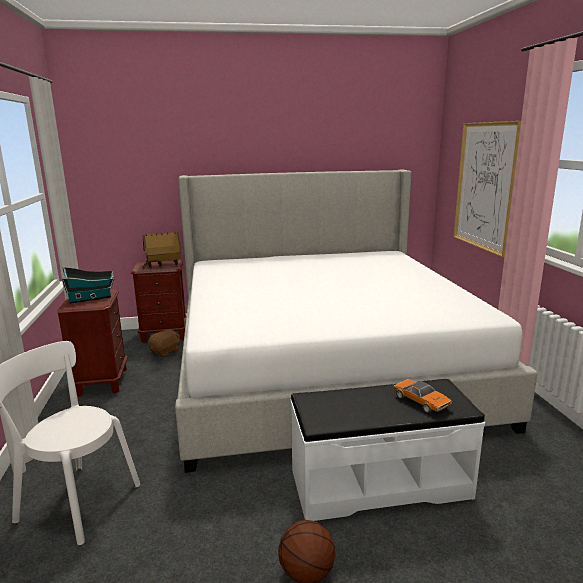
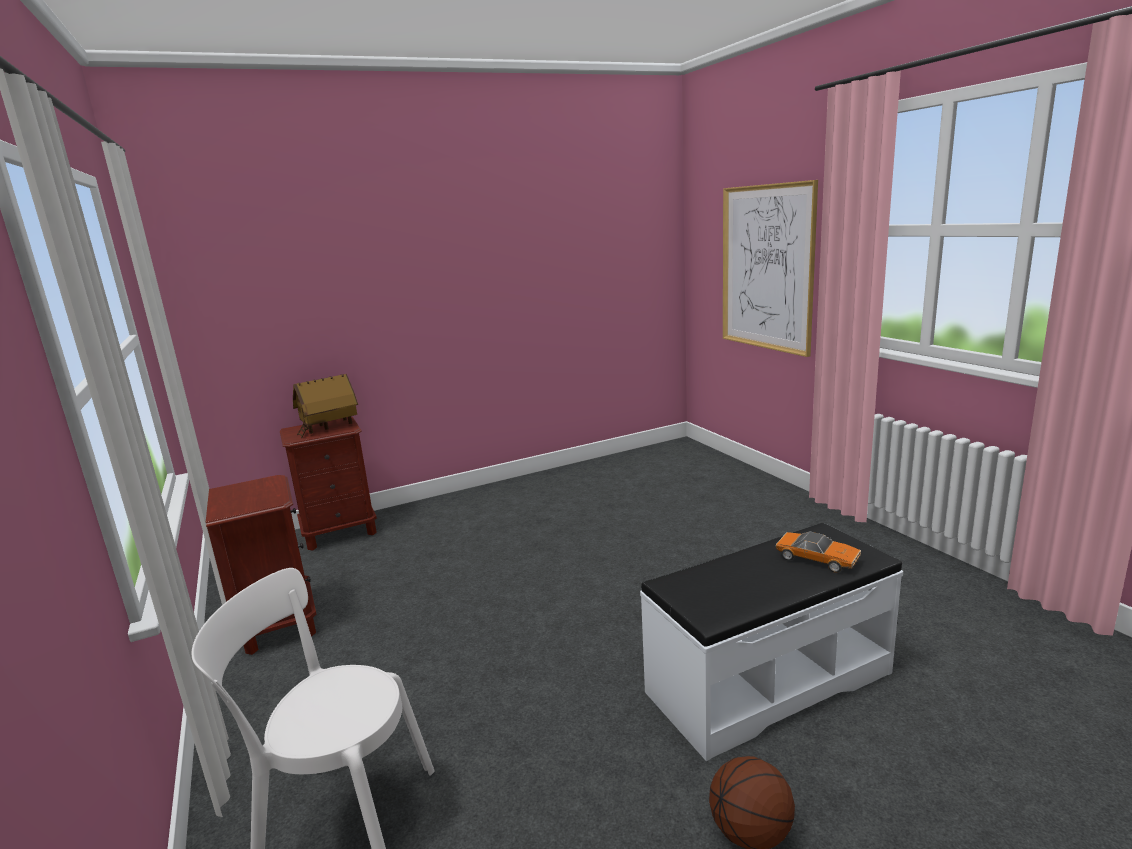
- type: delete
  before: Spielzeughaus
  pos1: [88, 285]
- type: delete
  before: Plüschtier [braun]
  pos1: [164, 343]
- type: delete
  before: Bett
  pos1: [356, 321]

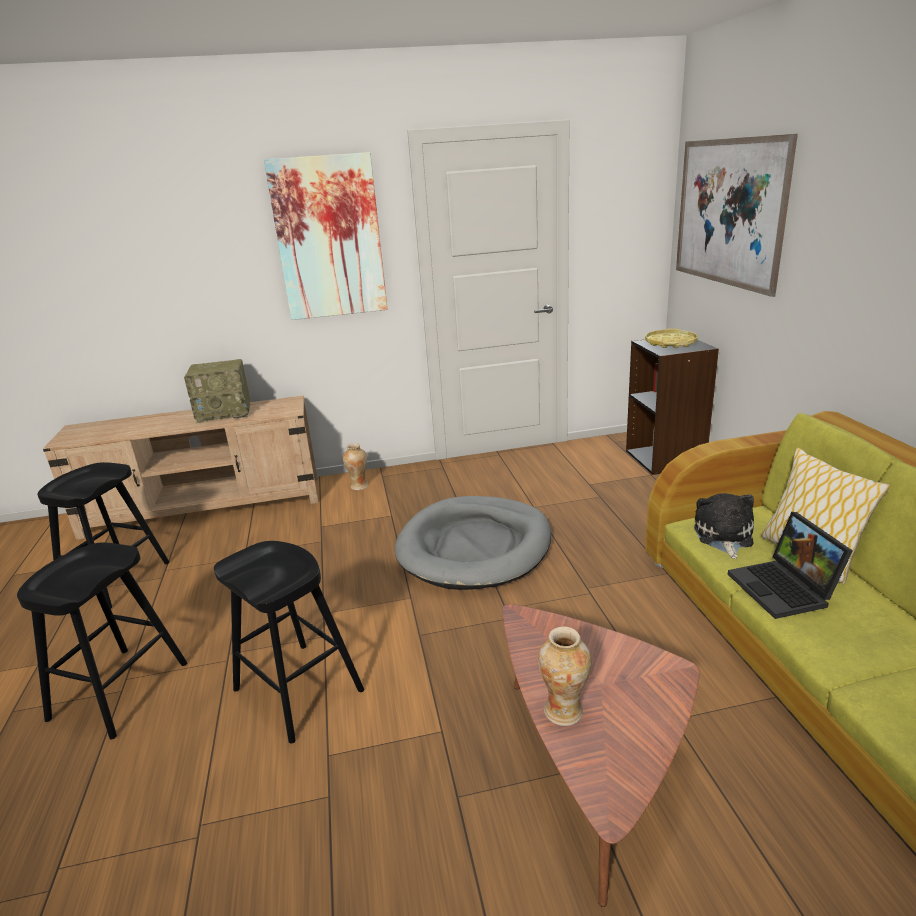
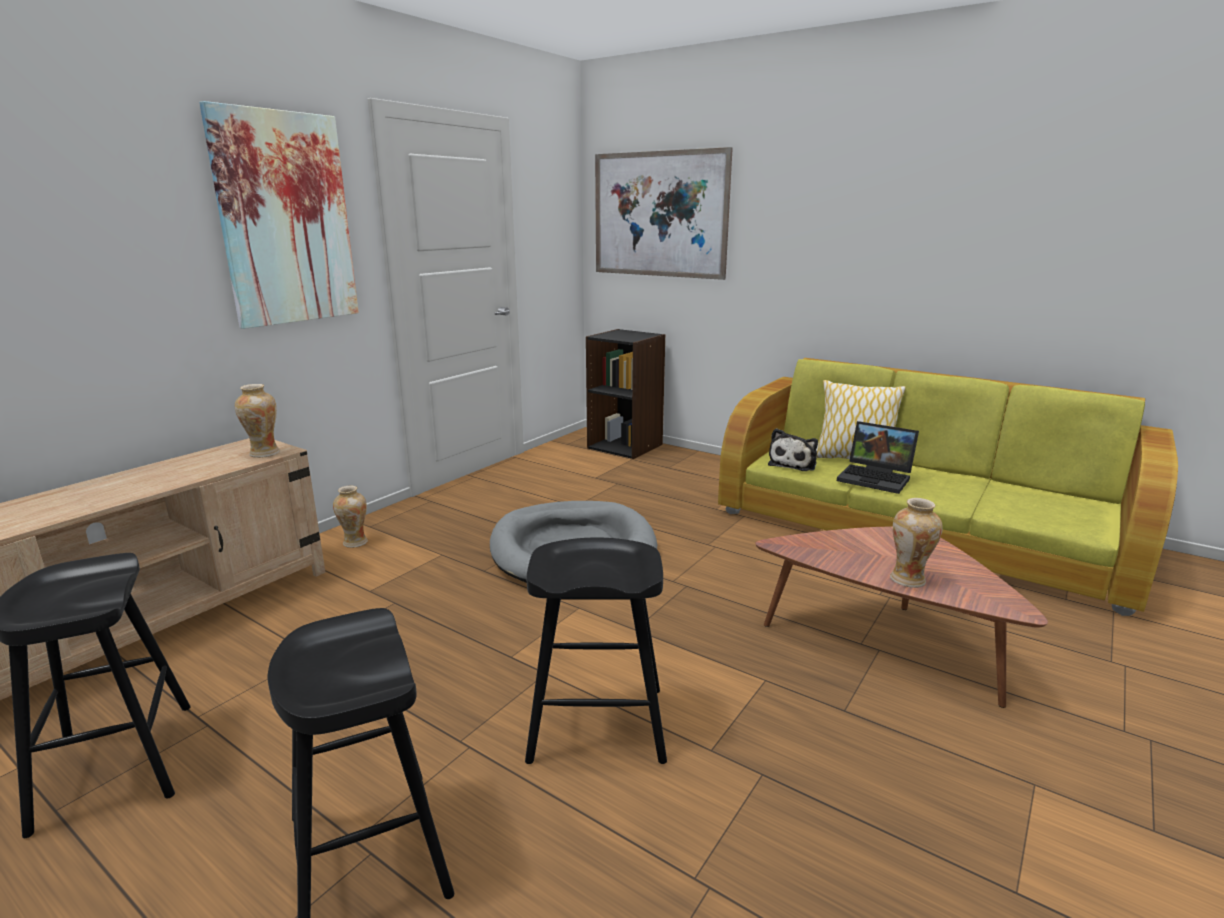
- type: insert
  after: Vase
  pos2: [257, 421]
- type: rotate
  before: Plüschtier
  pos1: [724, 526]
  pos2: [793, 449]
  turn: -120
- type: delete
  before: Radio
  pos1: [217, 391]
- type: delete
  before: Tablett [gelb]
  pos1: [671, 338]

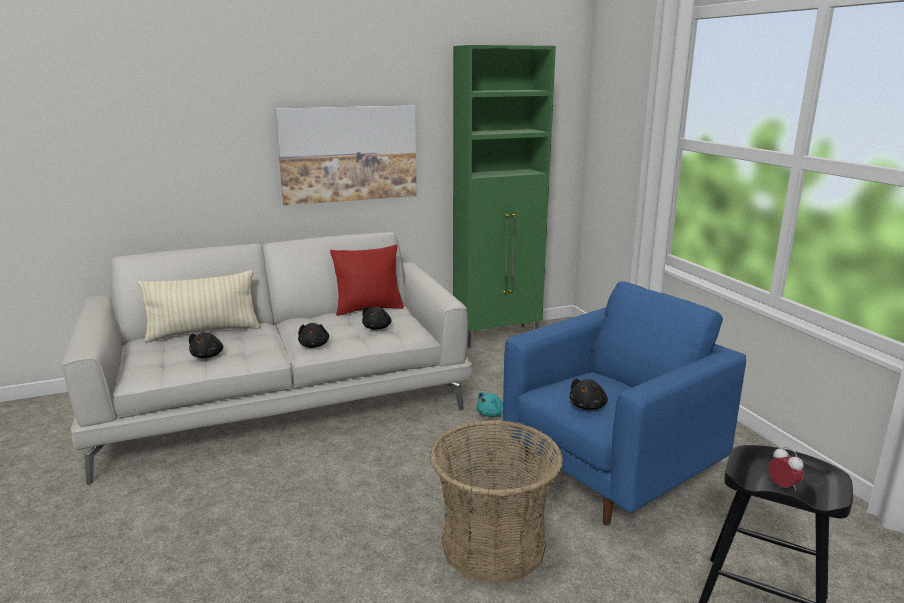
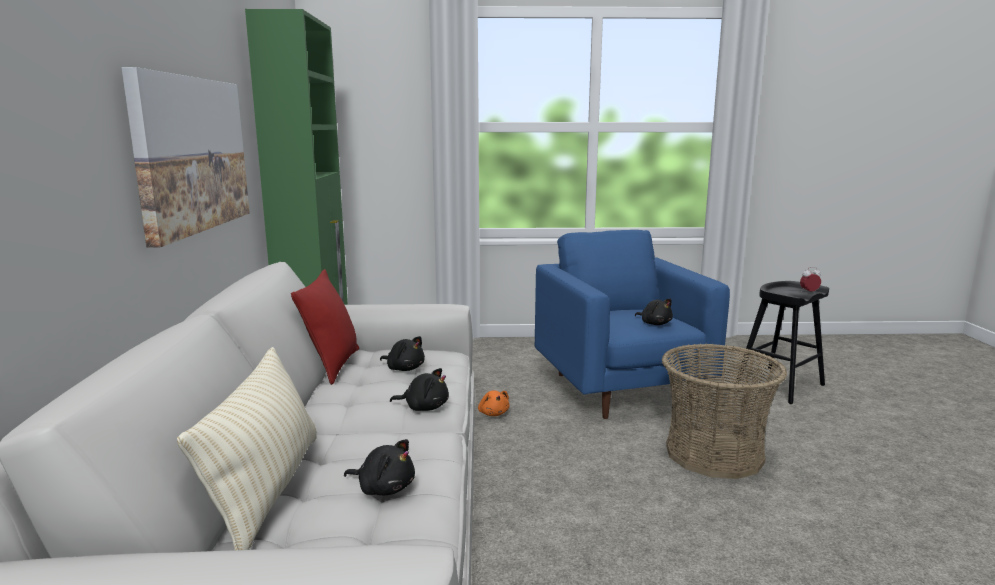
- type: recolor
  before: Plüschtier [türkis]
  after: Plüschtier [orange]
  pos1: [489, 404]
  pos2: [493, 403]

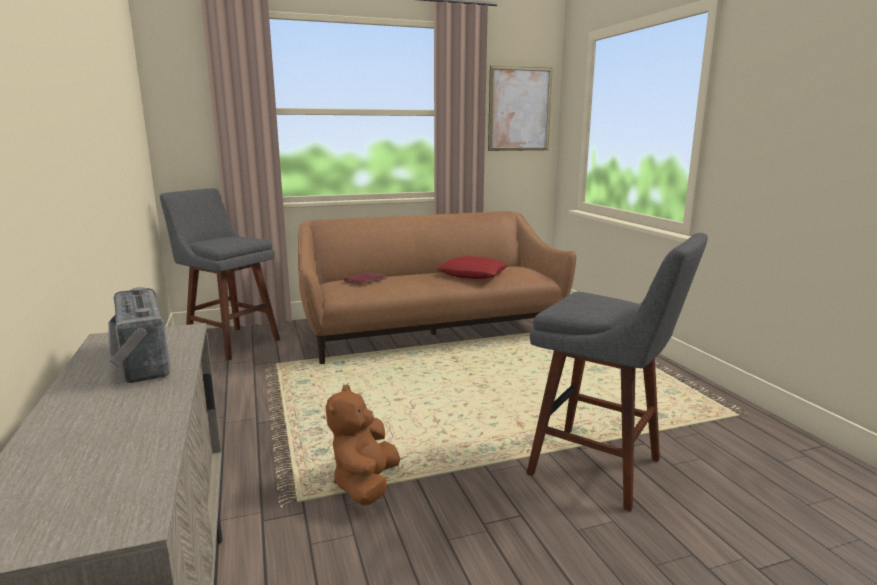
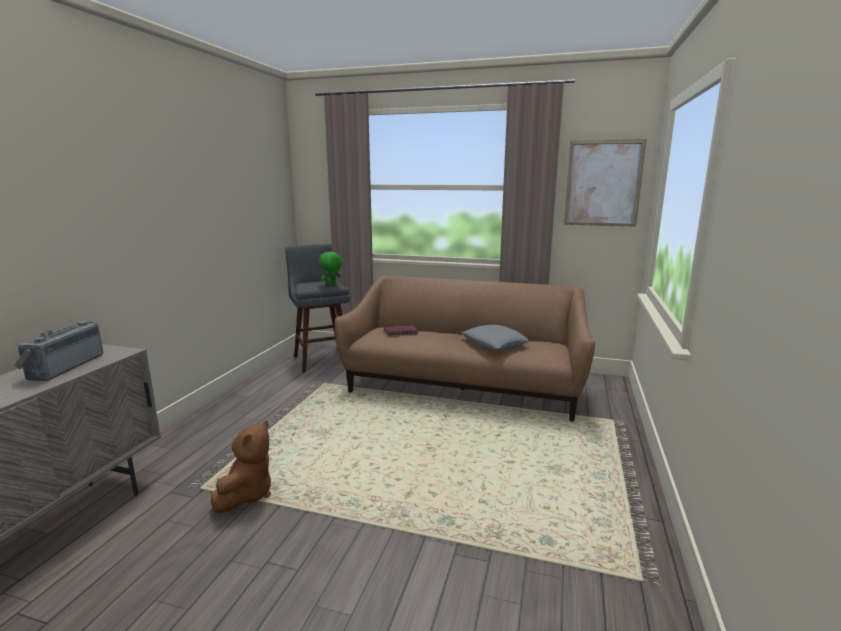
- type: rotate
  before: Plüschtier [braun]
  pos1: [363, 444]
  pos2: [241, 466]
  turn: 150
- type: insert
  after: Plüschtier [grün]
  pos2: [330, 269]
- type: recolor
  before: Kissen [rot]
  after: Kissen [grau]
  pos1: [472, 267]
  pos2: [495, 337]
- type: delete
  before: Hocker [grau]
  pos1: [617, 372]

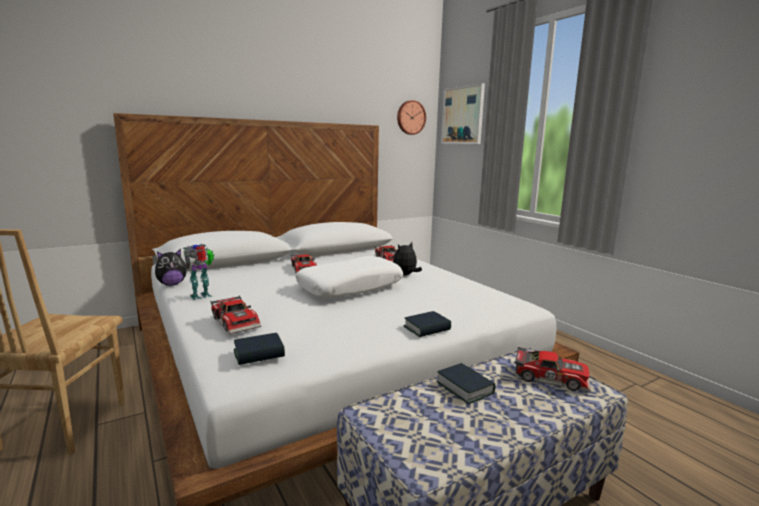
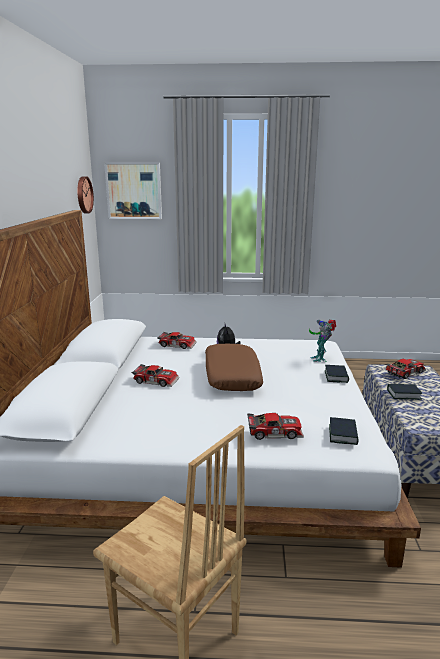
- type: recolor
  before: Kissen [weiß]
  after: Kissen [braun]
  pos1: [349, 277]
  pos2: [234, 367]
- type: move
  before: Spielzeugroboter
  pos1: [198, 272]
  pos2: [322, 340]
- type: delete
  before: Plüschtier
  pos1: [171, 267]

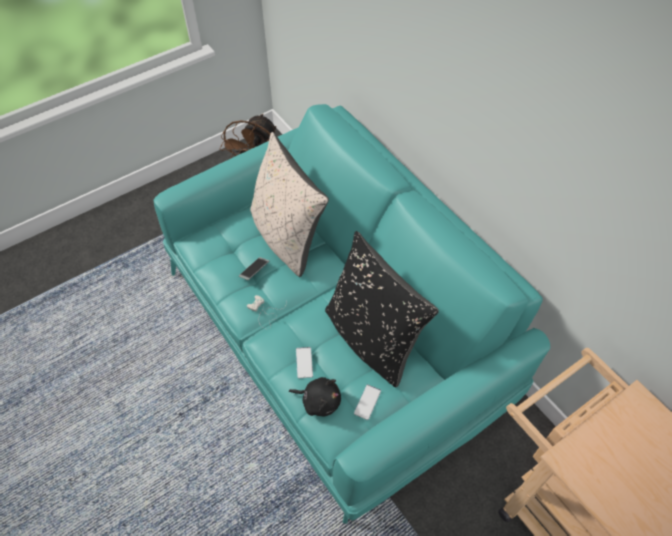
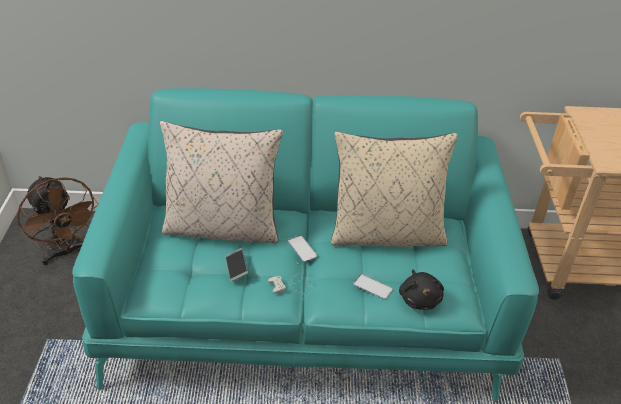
- type: move
  before: Handy
  pos1: [367, 402]
  pos2: [303, 248]
- type: recolor
  before: Kissen [schwarz]
  after: Kissen [beige]
  pos1: [382, 309]
  pos2: [394, 189]
- type: rotate
  before: Plüschtier [schwarz]
  pos1: [315, 396]
  pos2: [421, 290]
  turn: 120

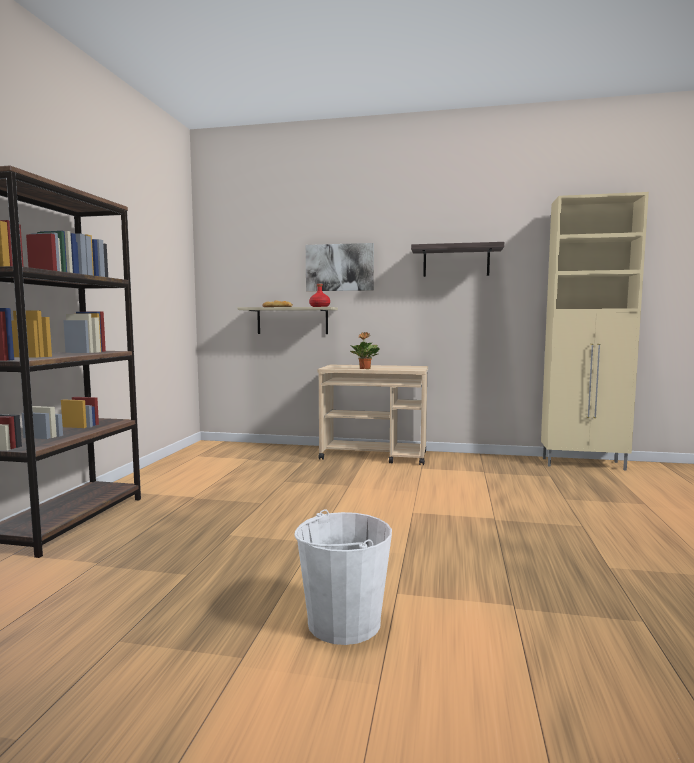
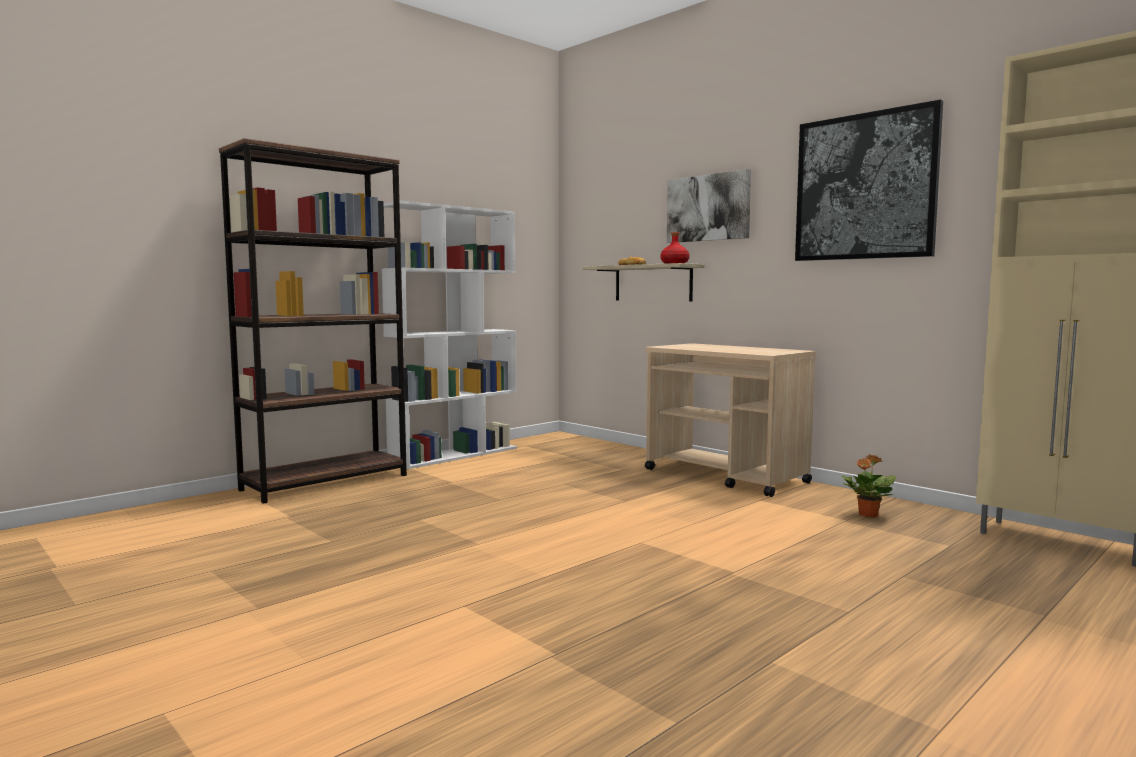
- type: insert
  after: Bücherregal [weiß]
  pos2: [449, 335]
- type: replace
  before: Wandregal
  after: Bild
  pos1: [457, 259]
  pos2: [869, 180]
- type: move
  before: Topfpflanze
  pos1: [364, 350]
  pos2: [868, 486]
- type: delete
  before: Eimer [weiß]
  pos1: [343, 577]

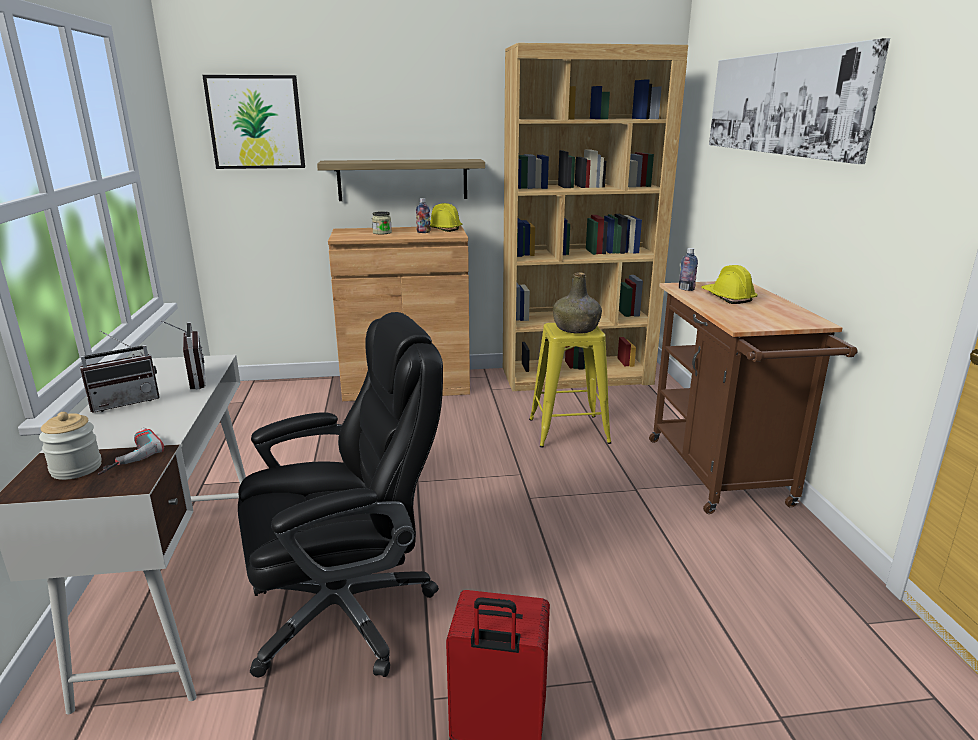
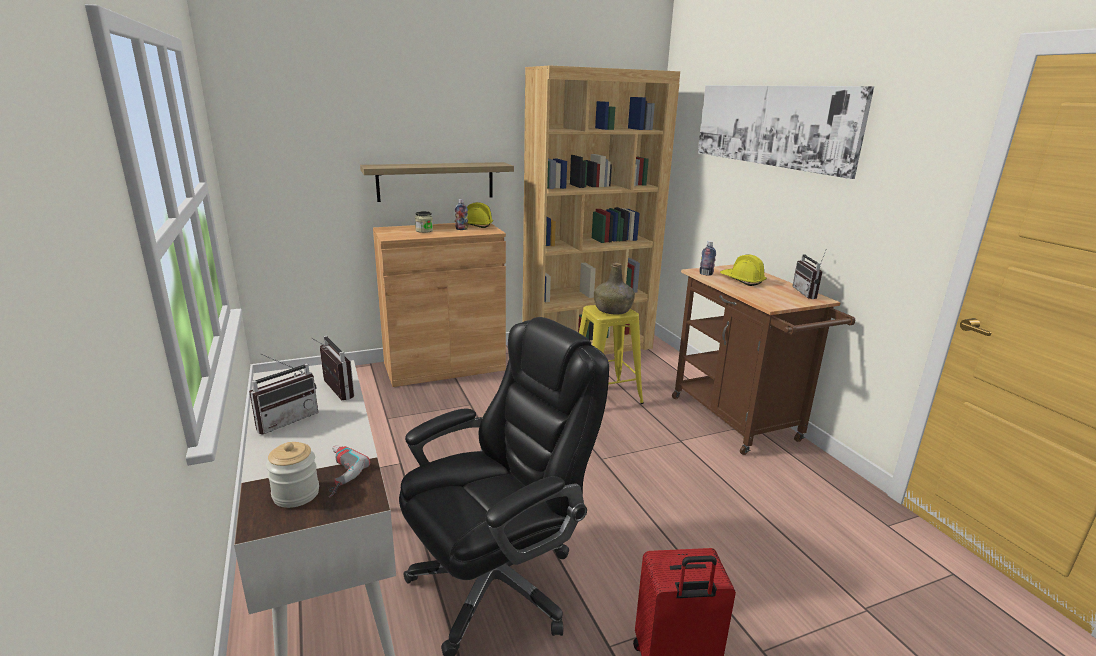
- type: insert
  after: Radio
  pos2: [809, 274]
- type: delete
  before: Bild
  pos1: [253, 122]

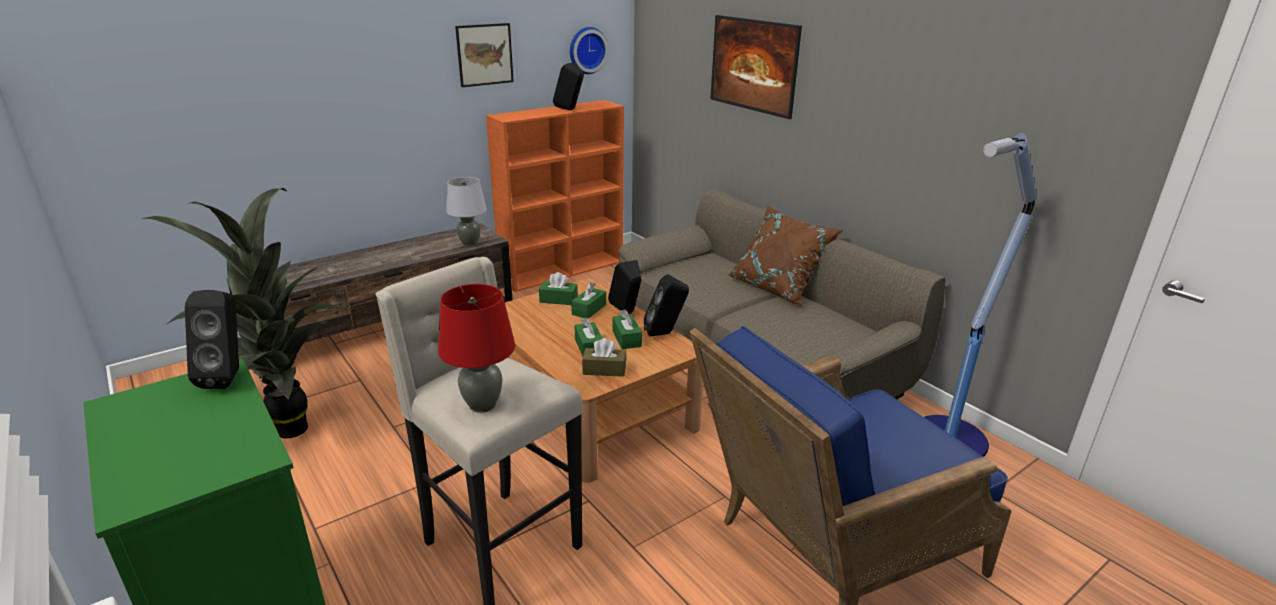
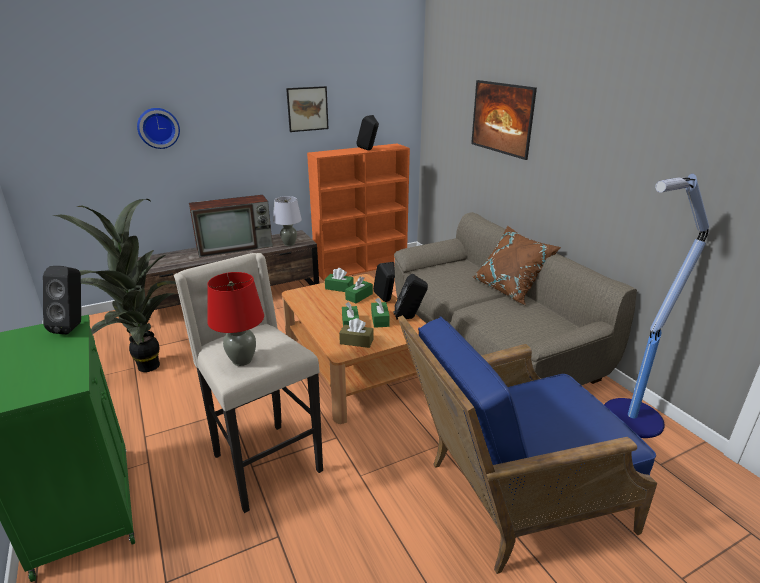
- type: move
  before: Wanduhr
  pos1: [589, 50]
  pos2: [158, 128]
- type: insert
  after: Fernseher
  pos2: [231, 226]

